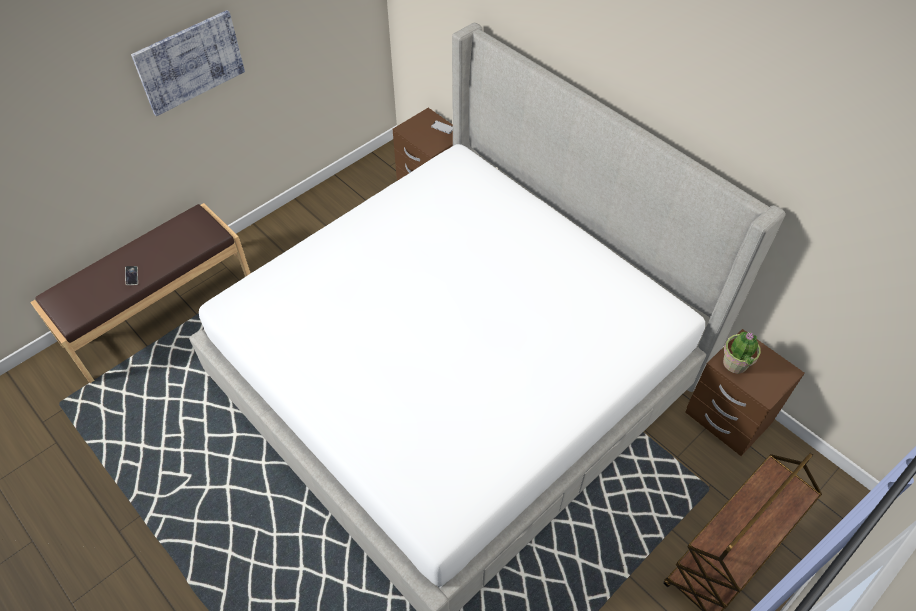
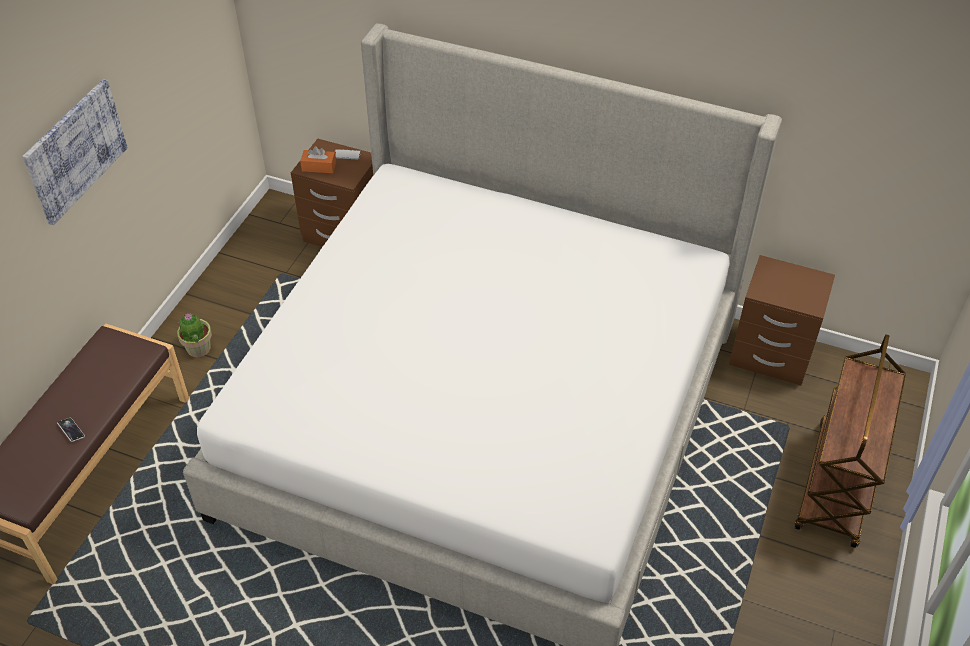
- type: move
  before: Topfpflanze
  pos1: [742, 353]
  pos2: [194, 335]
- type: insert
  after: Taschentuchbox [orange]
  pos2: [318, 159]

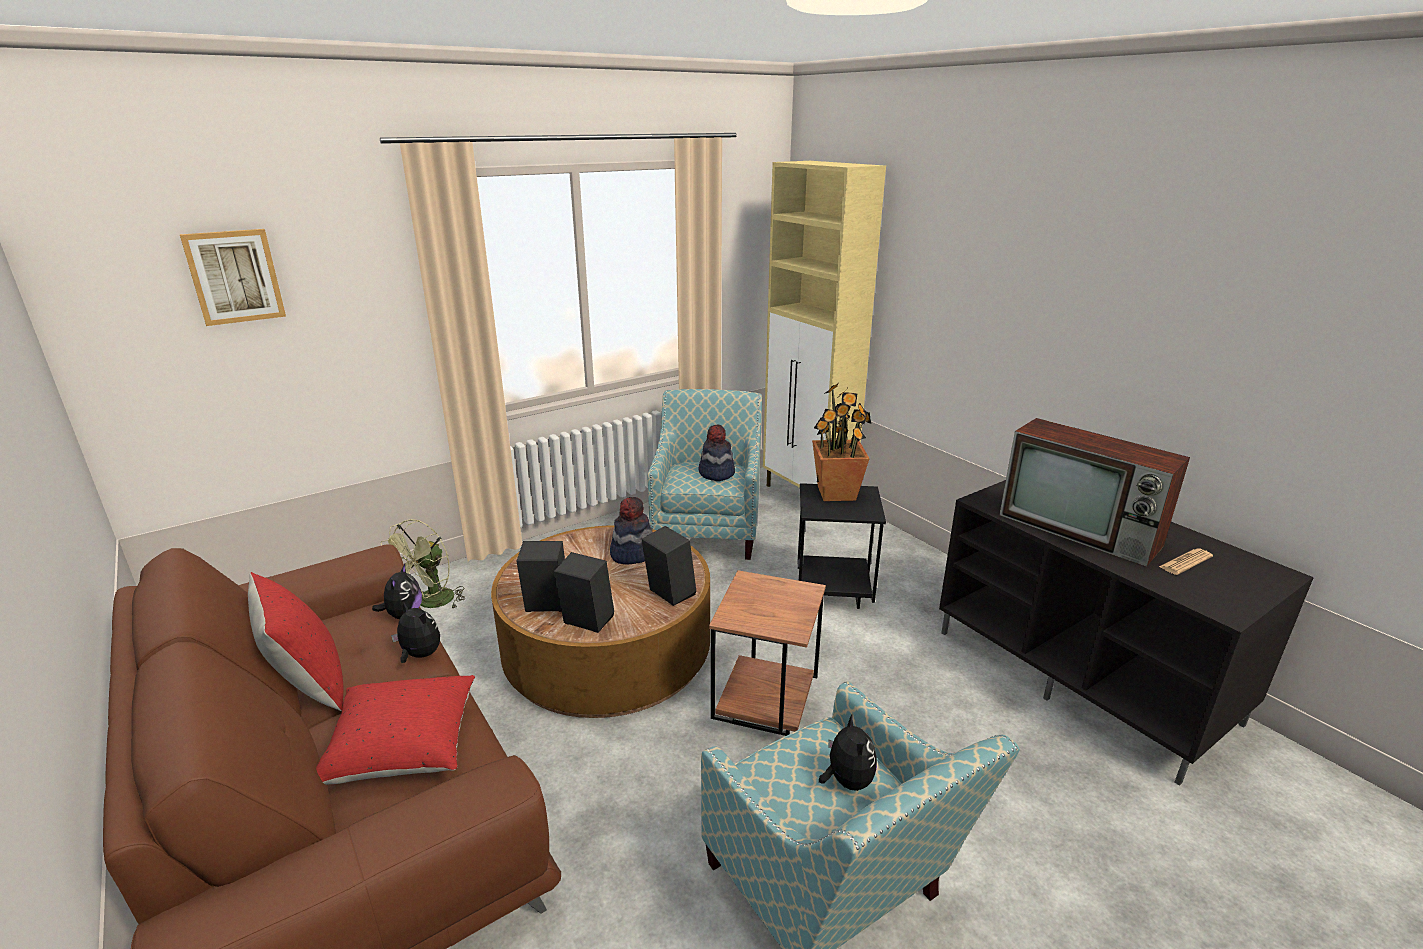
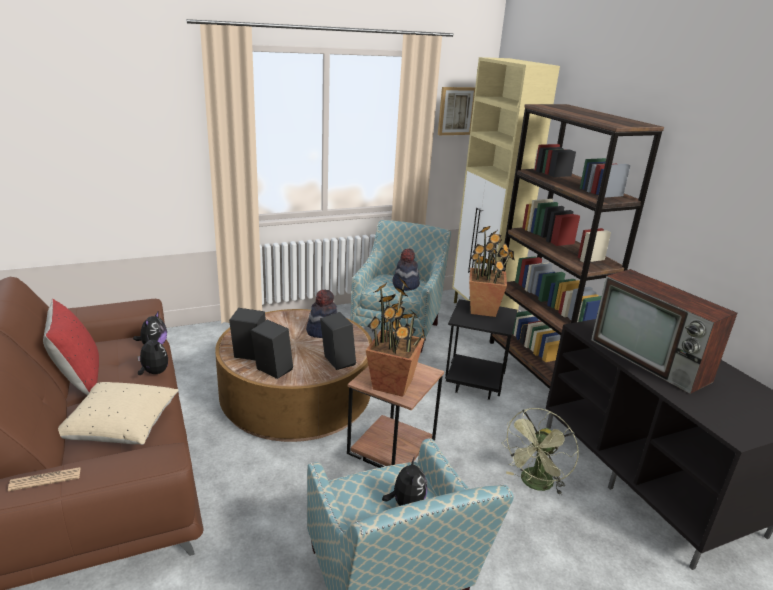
- type: move
  before: Zeitung
  pos1: [1186, 561]
  pos2: [44, 479]
- type: recolor
  before: Kissen [rot]
  after: Kissen [beige]
  pos1: [395, 730]
  pos2: [118, 413]
- type: insert
  after: Topfpflanze
  pos2: [396, 337]
- type: move
  before: Bild
  pos1: [233, 277]
  pos2: [456, 111]
- type: insert
  after: Bücherregal [braun]
  pos2: [576, 246]
- type: move
  before: Ventilator [grün]
  pos1: [423, 564]
  pos2: [540, 451]

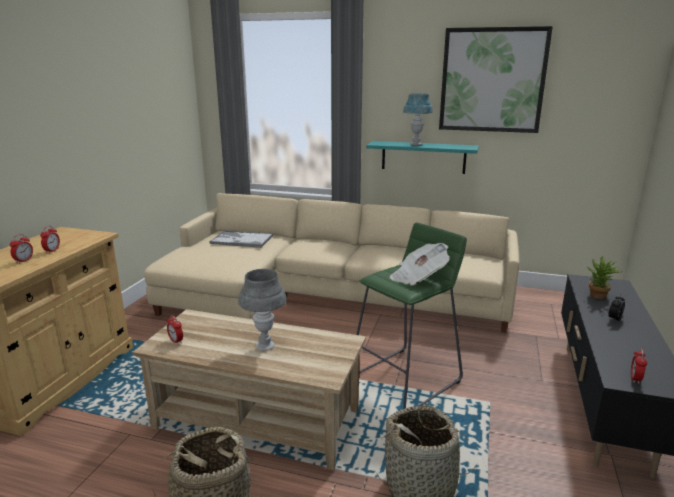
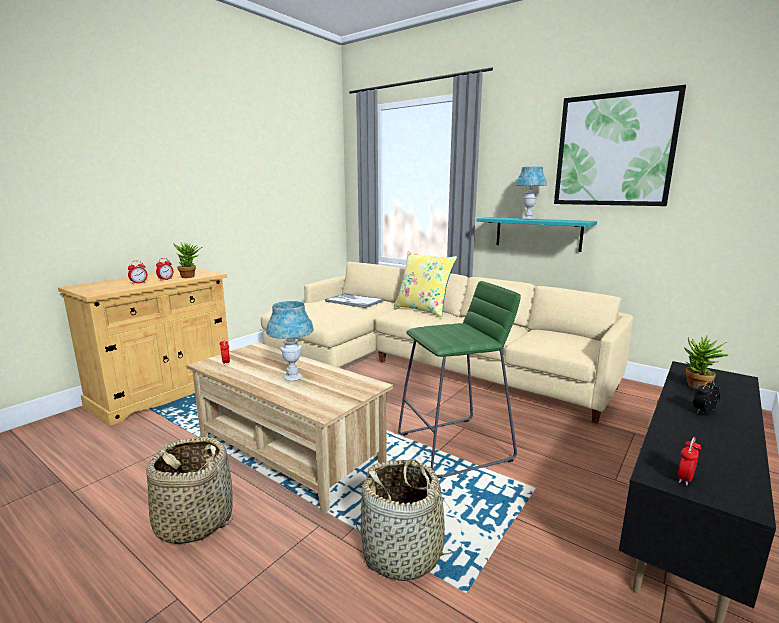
- type: insert
  after: Topfpflanze
  pos2: [187, 260]
- type: recolor
  before: Tischlampe [grau]
  after: Tischlampe [blau]
  pos1: [262, 310]
  pos2: [290, 341]
- type: insert
  after: Kissen [gelb]
  pos2: [425, 284]
- type: delete
  before: Zeitung
  pos1: [420, 264]

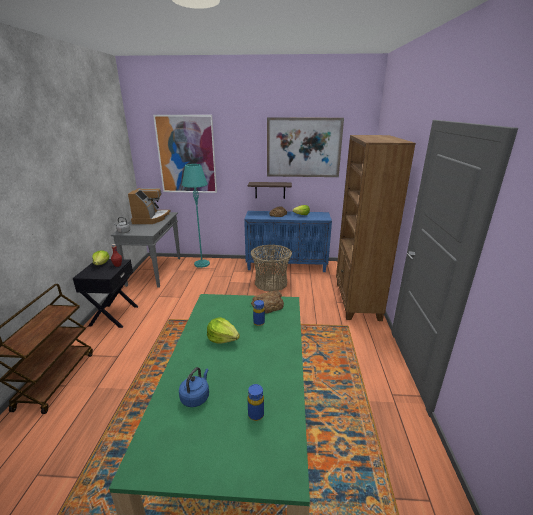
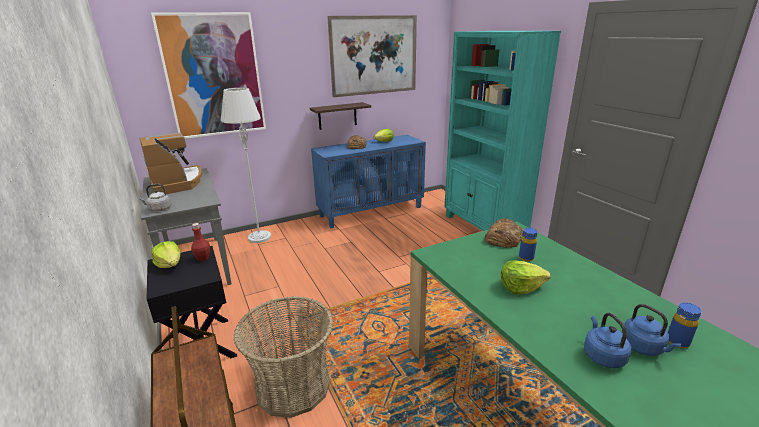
- type: recolor
  before: Stehlampe [türkis]
  after: Stehlampe [grau]
  pos1: [196, 216]
  pos2: [246, 165]
- type: move
  before: Korb
  pos1: [271, 268]
  pos2: [283, 357]
- type: recolor
  before: Bücherregal [braun]
  after: Bücherregal [türkis]
  pos1: [376, 228]
  pos2: [502, 131]
- type: insert
  after: Wasserkessel [blau]
  pos2: [651, 330]

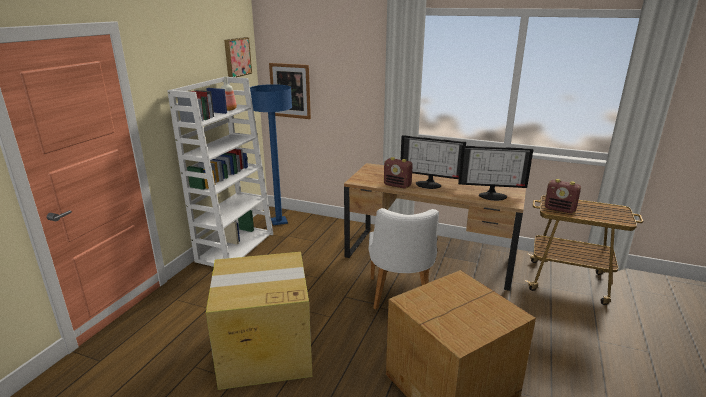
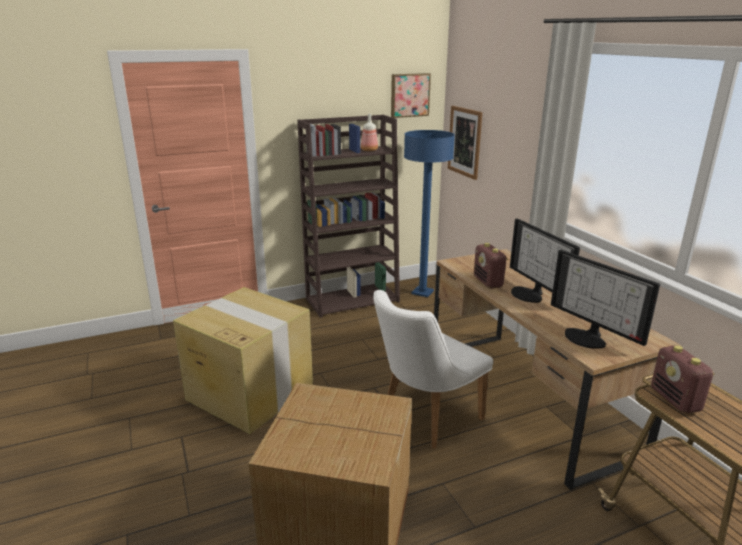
- type: recolor
  before: Bücherregal [weiß]
  after: Bücherregal [braun]
  pos1: [220, 172]
  pos2: [348, 216]

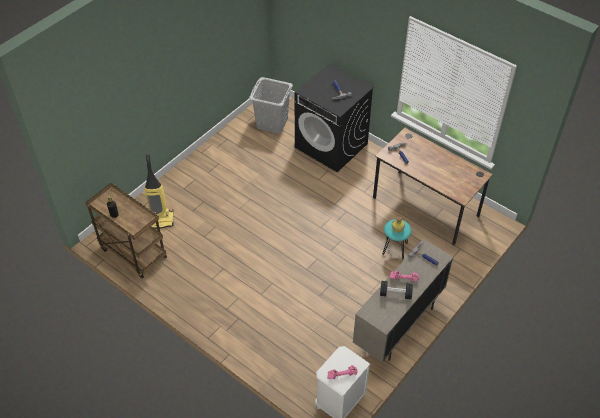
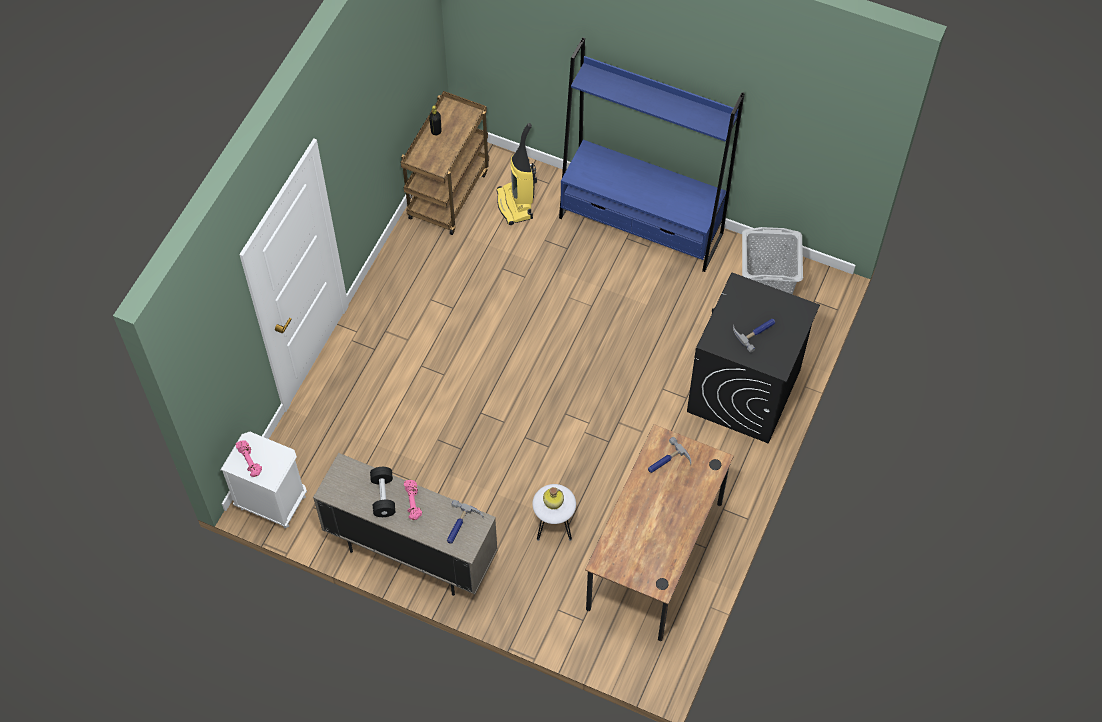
- type: recolor
  before: Hocker [türkis]
  after: Hocker [weiß]
  pos1: [397, 239]
  pos2: [554, 512]
- type: insert
  after: Bücherregal [blau]
  pos2: [652, 155]

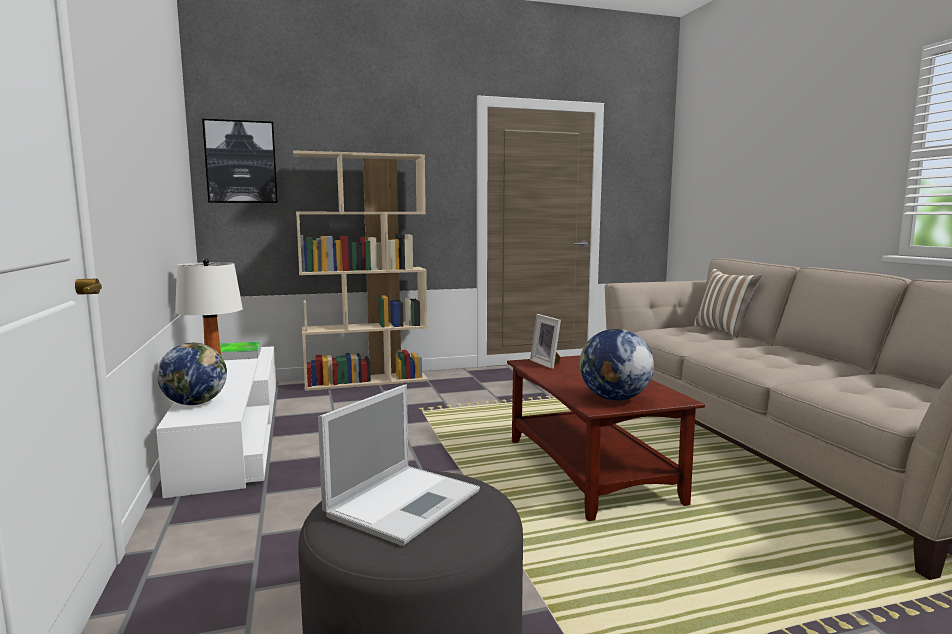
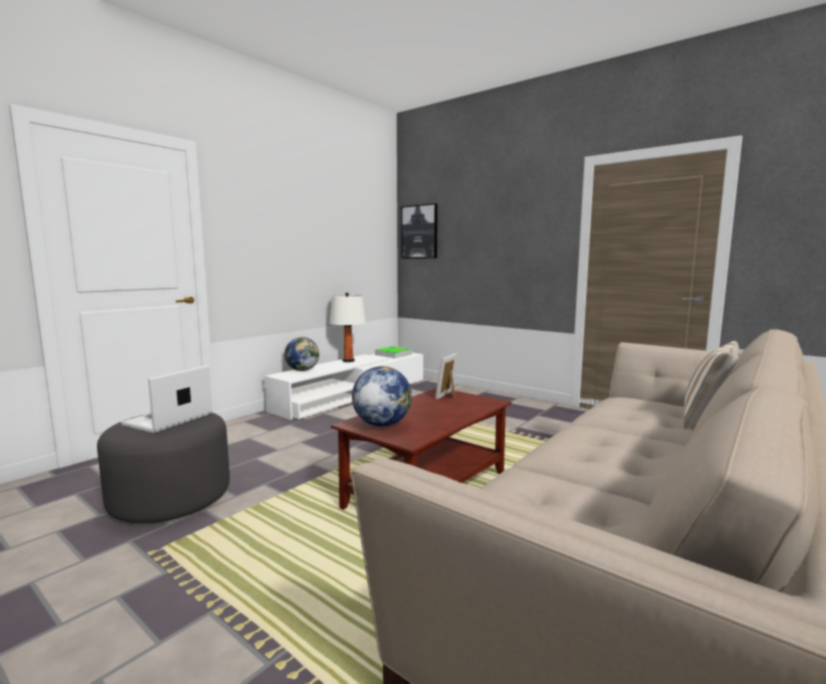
- type: rotate
  before: Laptop
  pos1: [399, 465]
  pos2: [167, 399]
  turn: 120
- type: delete
  before: Bücherregal [beige]
  pos1: [360, 270]

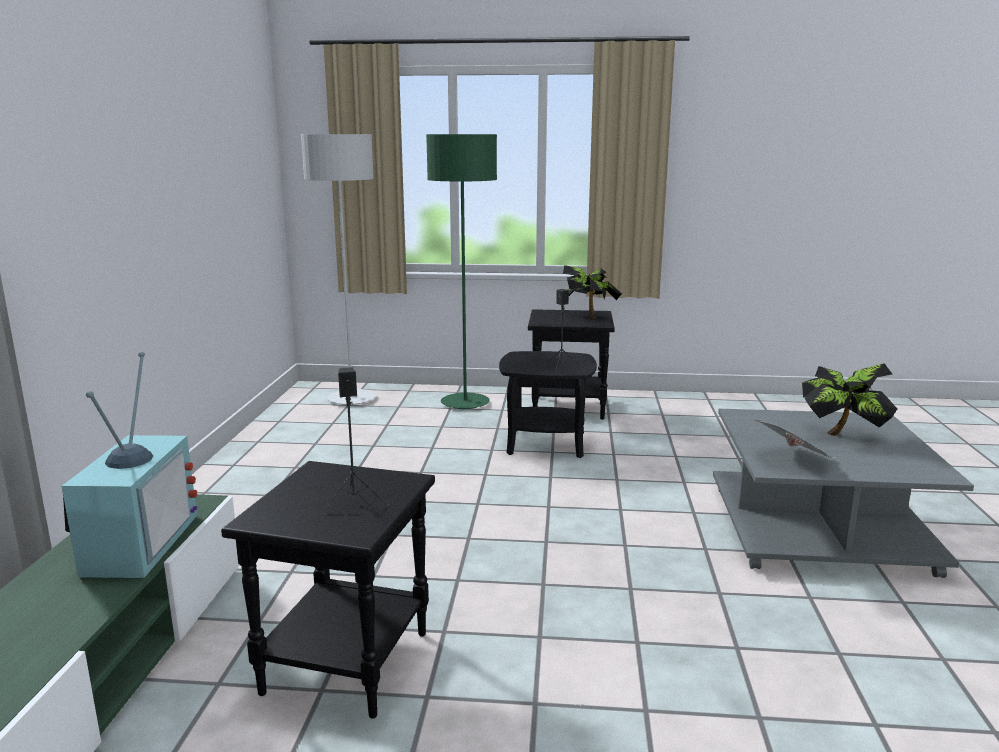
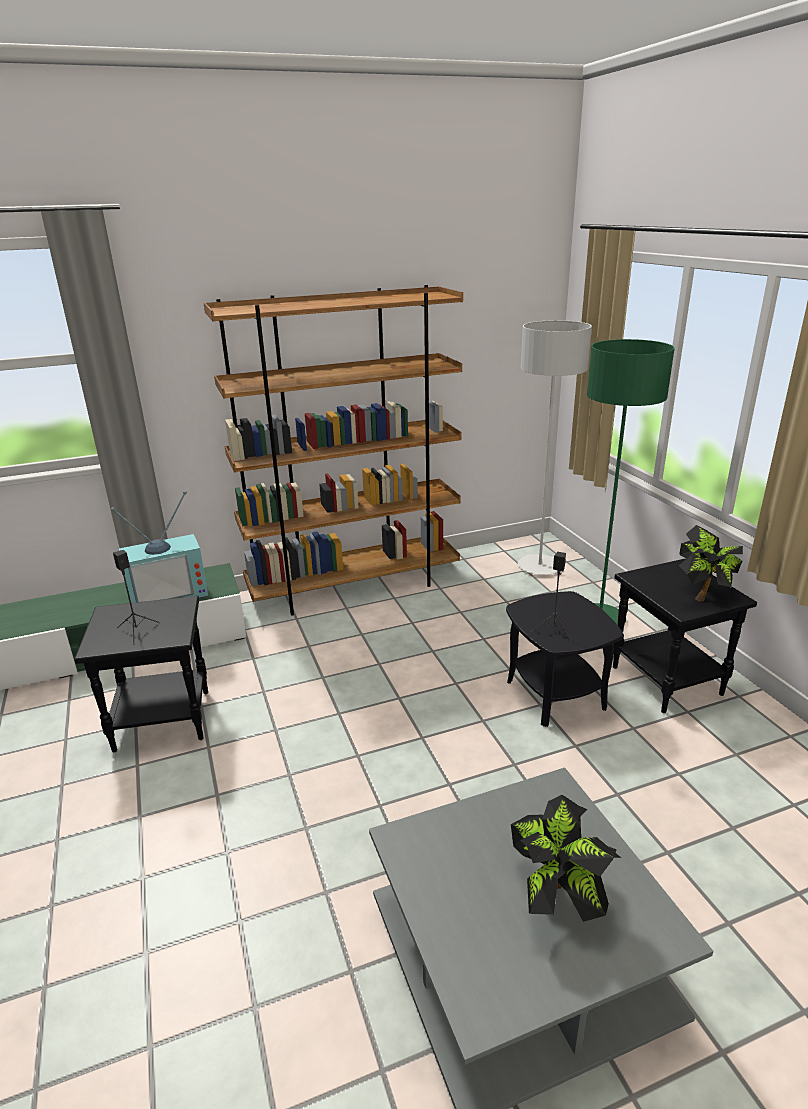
- type: insert
  after: Bücherregal [braun]
  pos2: [333, 450]
- type: delete
  before: Zeitung
  pos1: [794, 439]

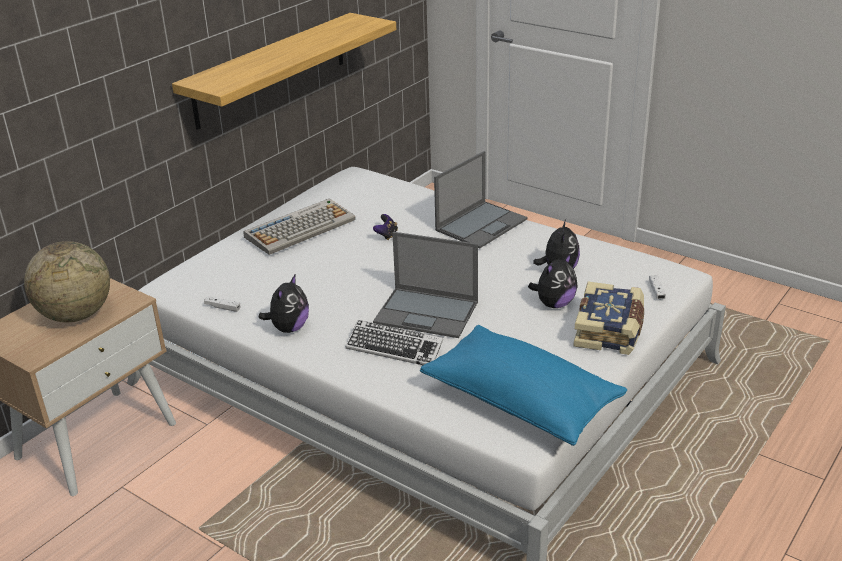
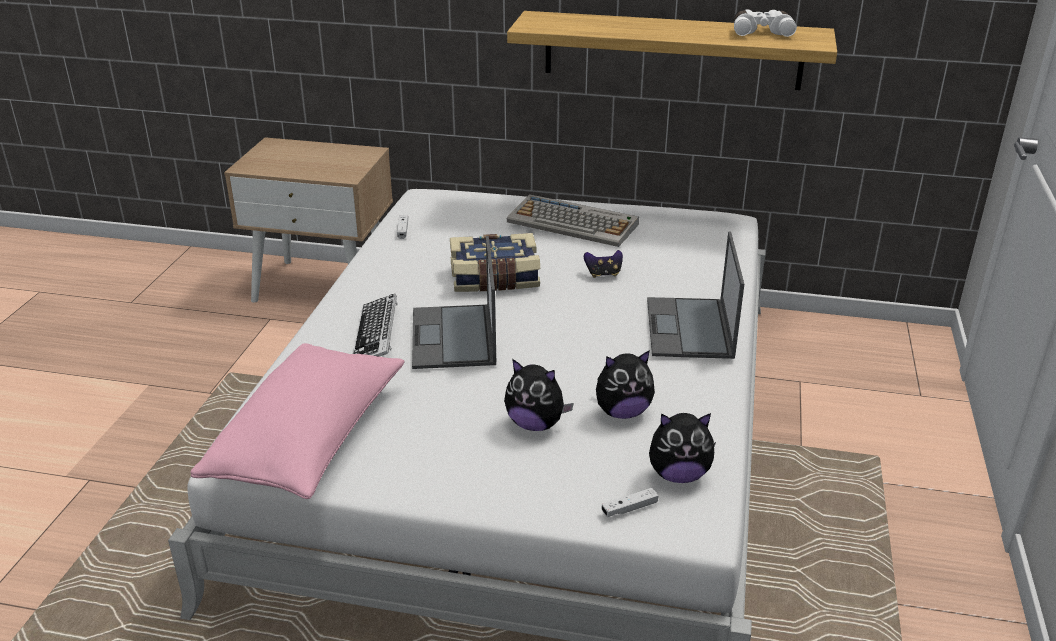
- type: recolor
  before: Kissen [blau]
  after: Kissen [rosa]
  pos1: [523, 385]
  pos2: [297, 421]
- type: move
  before: Buch
  pos1: [608, 318]
  pos2: [495, 262]
- type: rotate
  before: Laptop
  pos1: [481, 200]
  pos2: [695, 295]
  turn: 75
- type: move
  before: Plüschtier
  pos1: [284, 303]
  pos2: [682, 448]
- type: insert
  after: Fernglas [weiß]
  pos2: [765, 23]
- type: delete
  before: Globus
  pos1: [67, 281]

